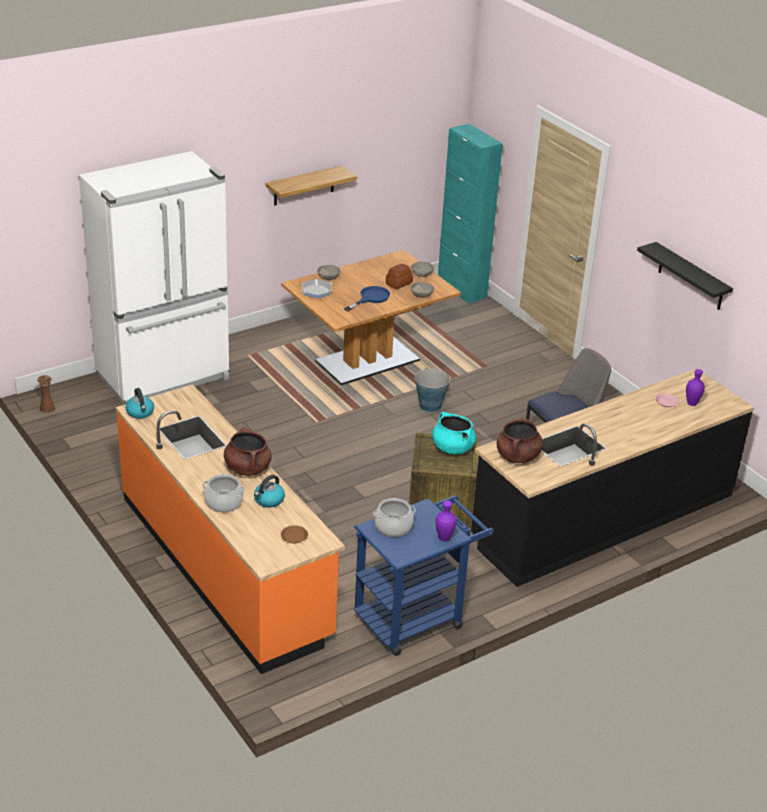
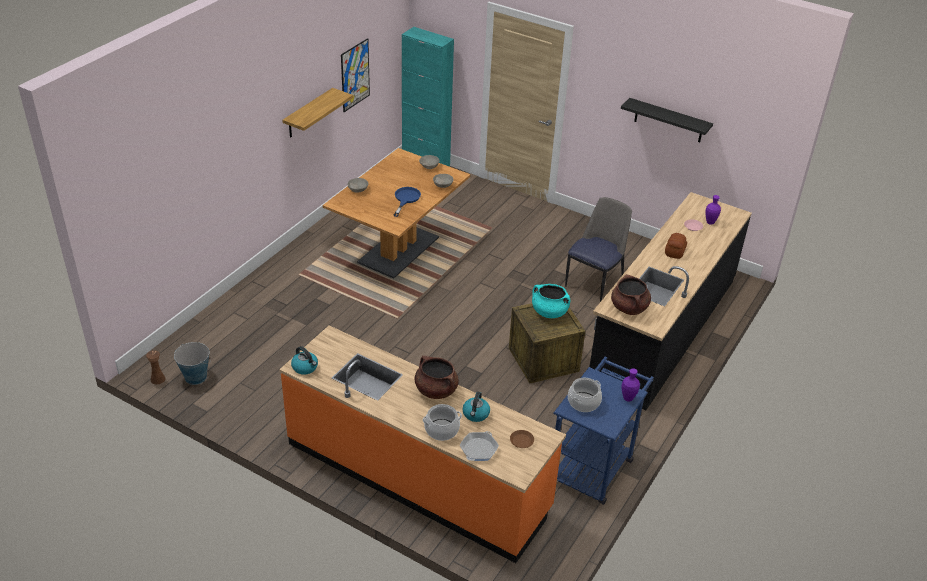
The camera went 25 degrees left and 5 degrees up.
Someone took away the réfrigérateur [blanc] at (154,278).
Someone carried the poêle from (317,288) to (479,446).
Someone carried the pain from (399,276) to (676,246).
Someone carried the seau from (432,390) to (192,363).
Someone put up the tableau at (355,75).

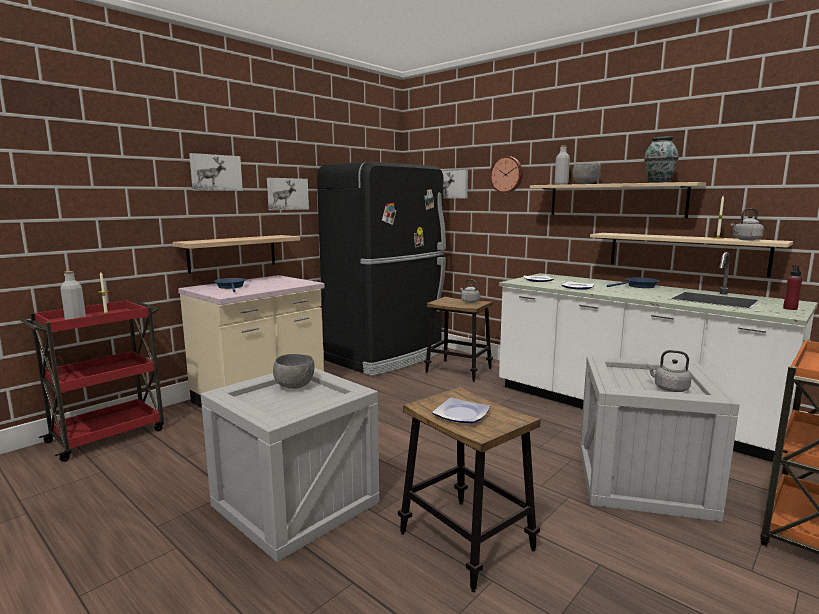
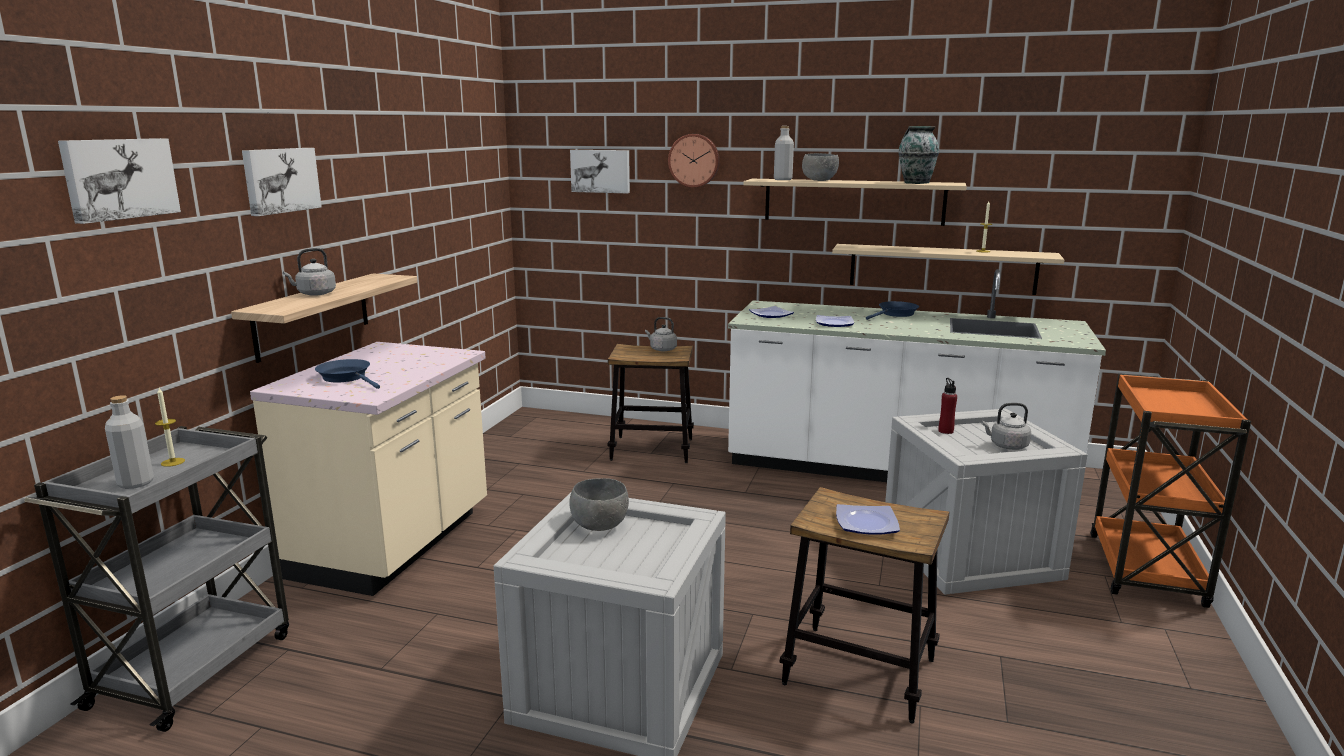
The camera went 25 degrees left and 5 degrees up.
Someone repainted the chariot [rouge] at (92,381), which became the chariot [gris] at (156,579).
Someone carried the tableau from (288,194) to (119,181).
Someone took away the réfrigérateur [noir] at (381,268).
Someone carried the bouilloire [gris] from (747,224) to (309,272).
Someone carried the bouteille [rouge] from (792,287) to (947,406).

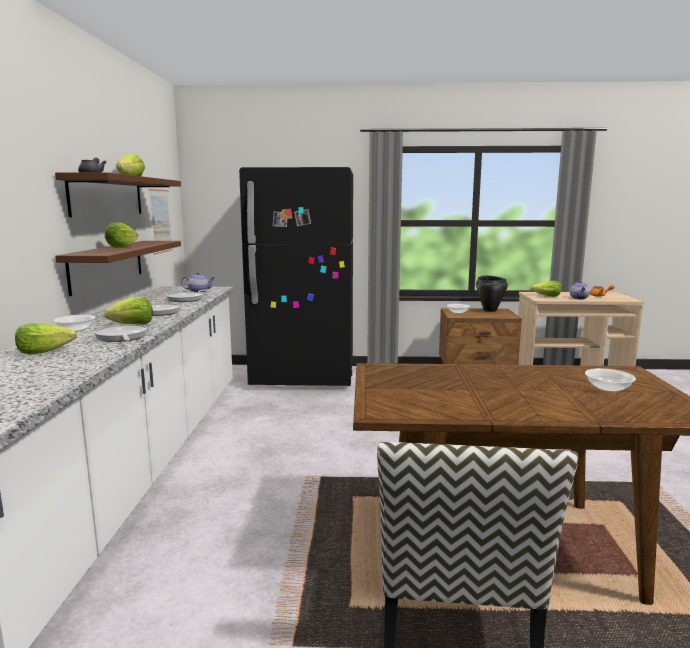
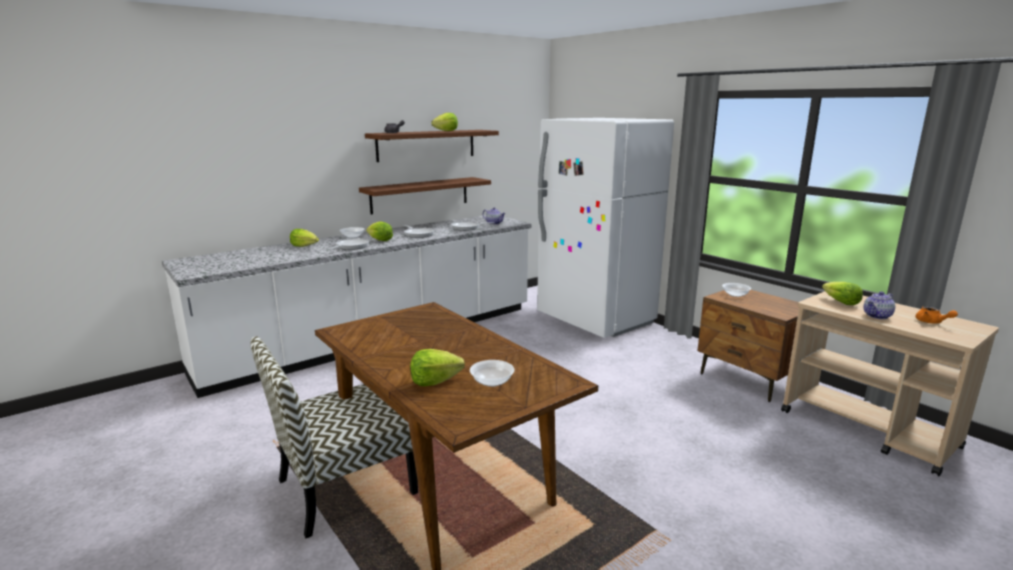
The camera went 50 degrees right and 5 degrees up.
Someone carried the laitue from (121,235) to (437,367).
Someone took away the tableau at (161,222).
Someone repainted the réfrigérateur [noir] at (296,276), which became the réfrigérateur [blanc] at (605,228).
Someone took away the marmite [noir] at (492,293).

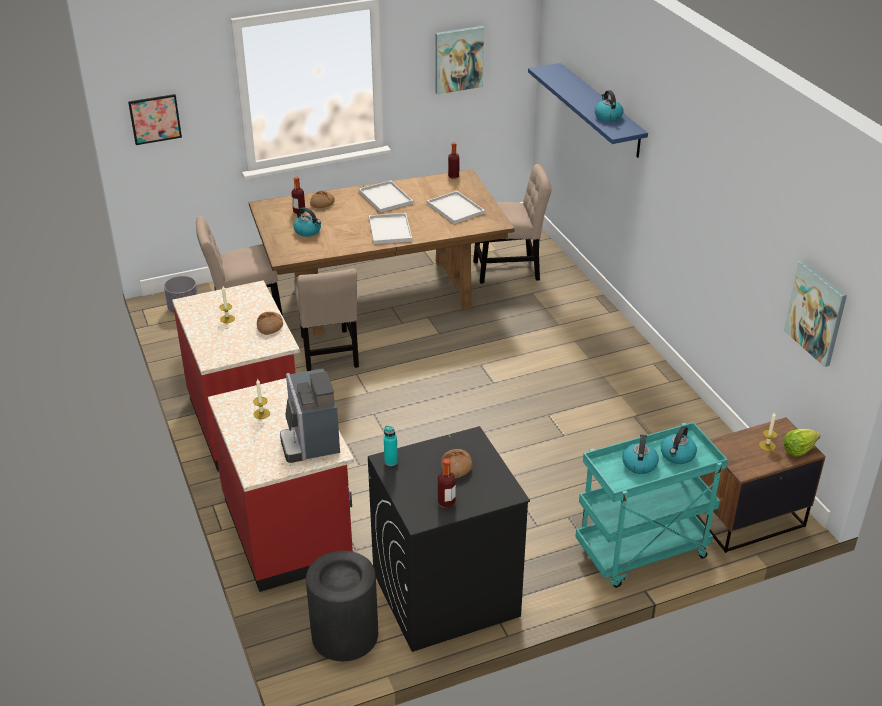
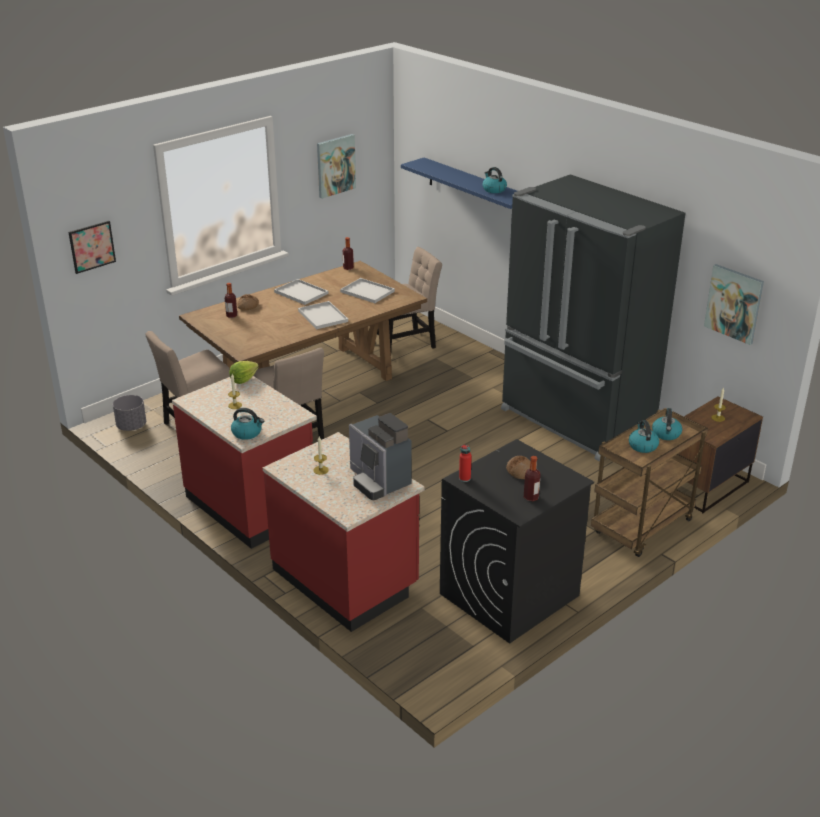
The camera went 20 degrees left and 5 degrees down.
Someone took away the pain at (270,323).
Someone carried the bouilloire from (307,222) to (247,424).
Someone took away the poubelle [noir] at (342,606).
Someone repainted the bouteille [turquoise] at (391,446), which became the bouteille [rouge] at (465,463).
Someone repainted the chariot [turquoise] at (651,505), which became the chariot [marron] at (649,482).
Someone carried the laitue from (802,443) to (244,372).
Someone put down the réfrigérateur [noir] at (593,318).

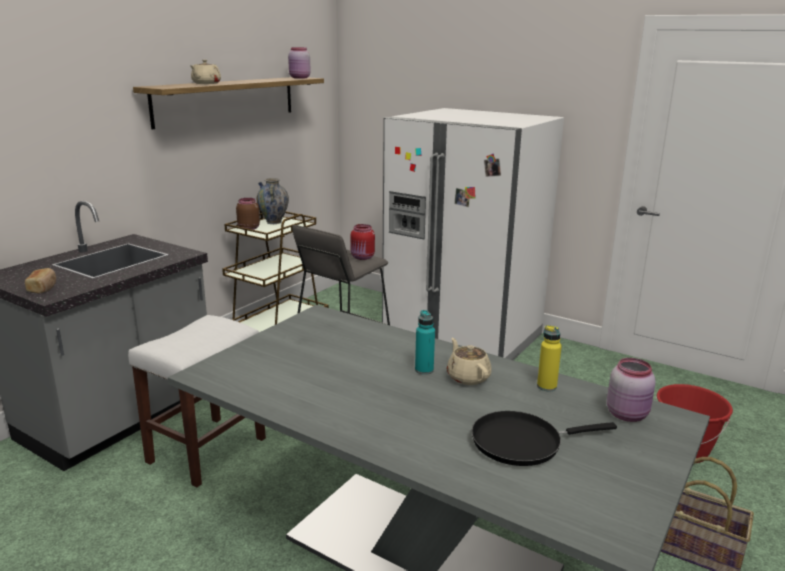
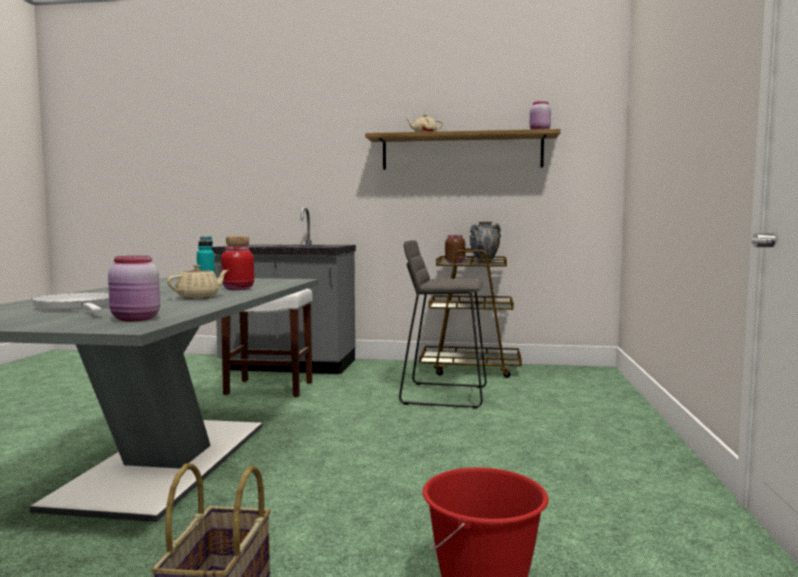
The camera went 65 degrees right and 15 degrees down.
Someone carried the bocal [rouge] from (362,242) to (237,268).
Someone took away the réfrigérateur [blanc] at (473,234).
Someone repainted the poêle [noir] at (544,438), which became the poêle [blanc] at (70,302).
Someone took away the bouteille [jaune] at (549,358).

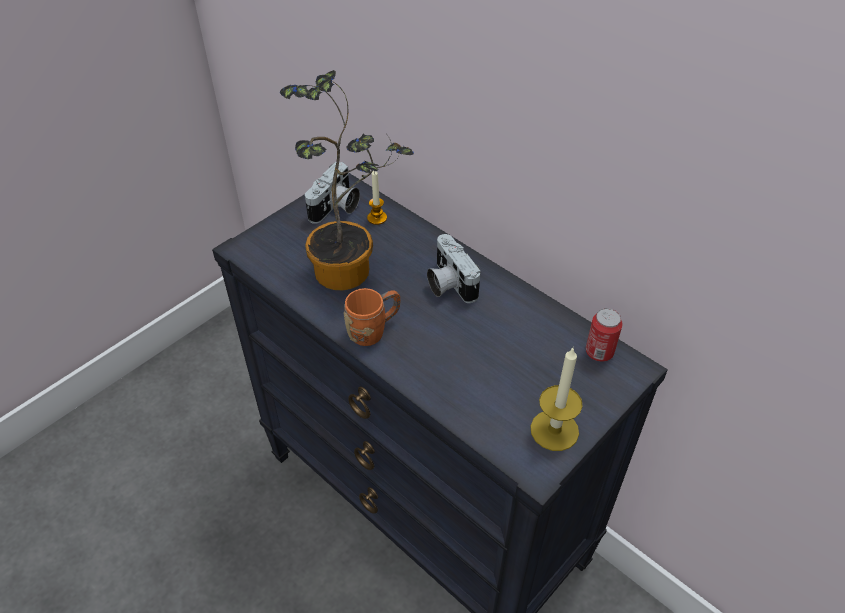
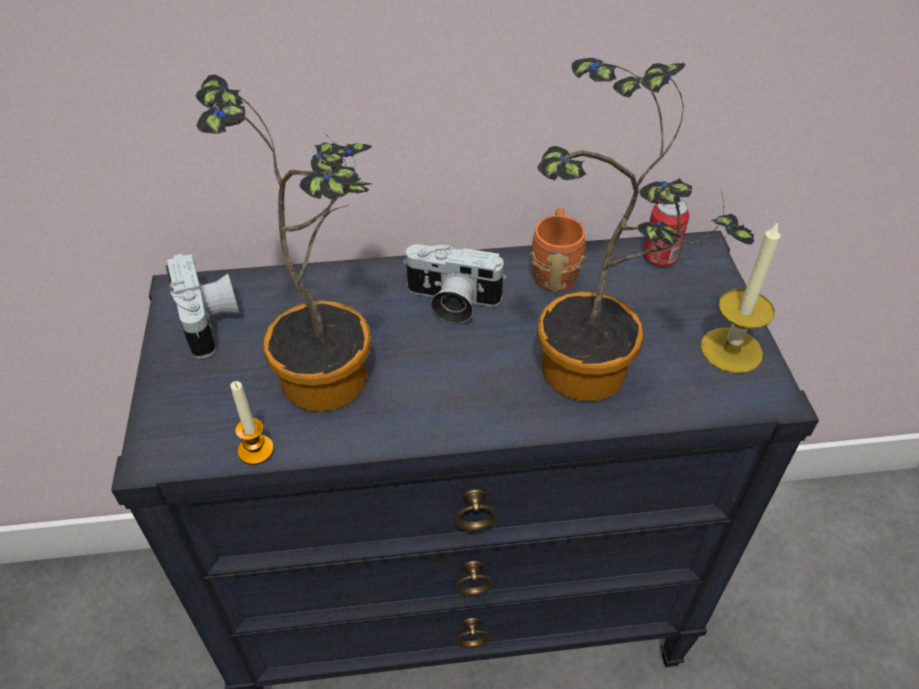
The camera went 50 degrees left and 0 degrees up.
Someone carried the mug [orange] from (372,317) to (557,250).
Someone carried the bougie from (377,198) to (252,423).
Someone put down the plante en pot at (645,229).

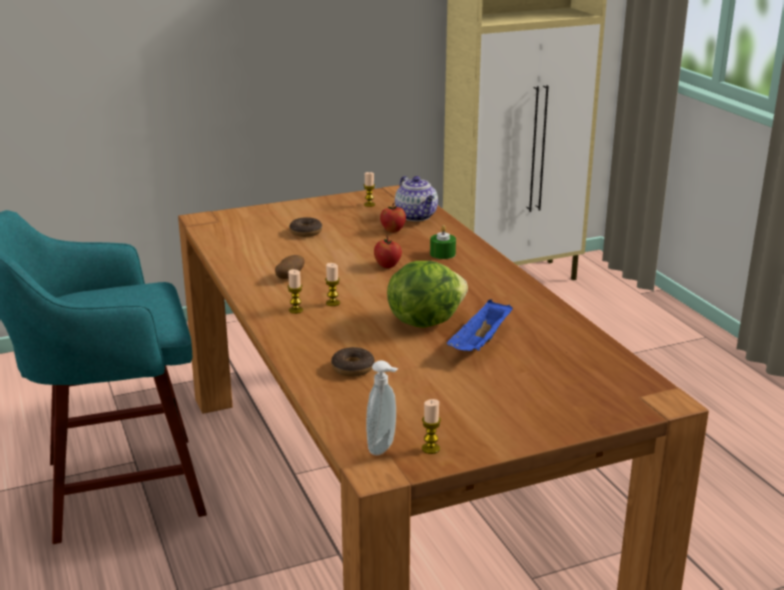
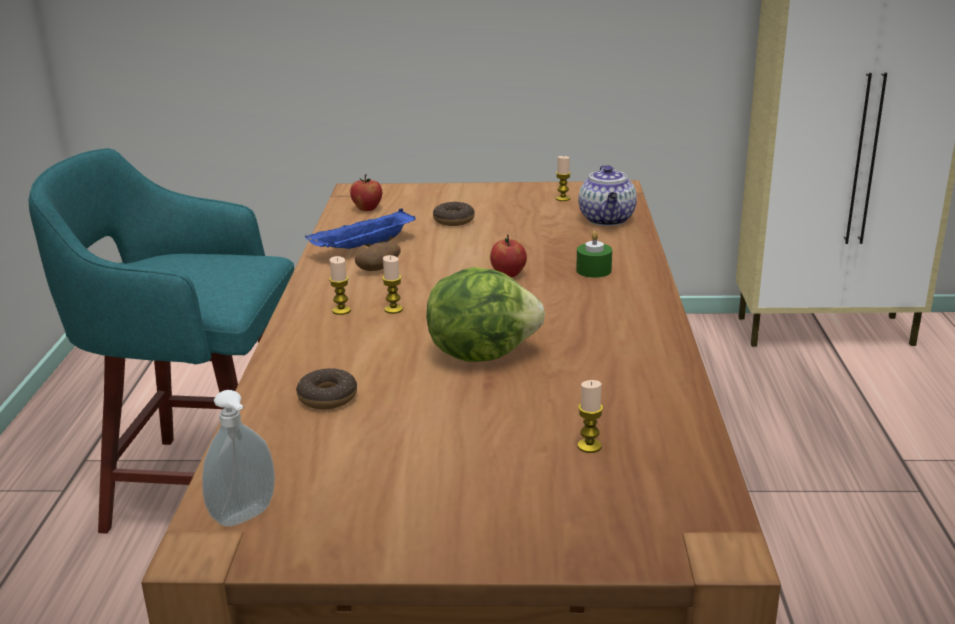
The camera went 25 degrees right and 0 degrees up.
Someone carried the pomme from (393,218) to (366,192).
Someone carried the bougie from (431,426) to (590,416).
Someone carried the plateau [bleu] from (480,325) to (360,228).

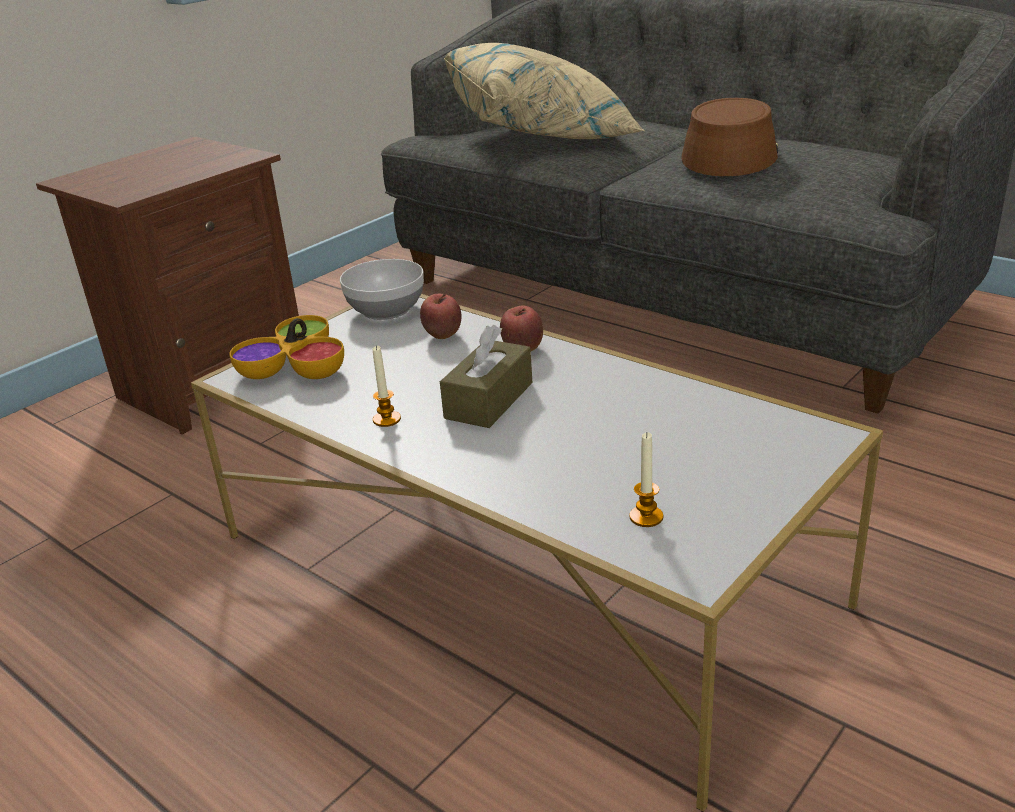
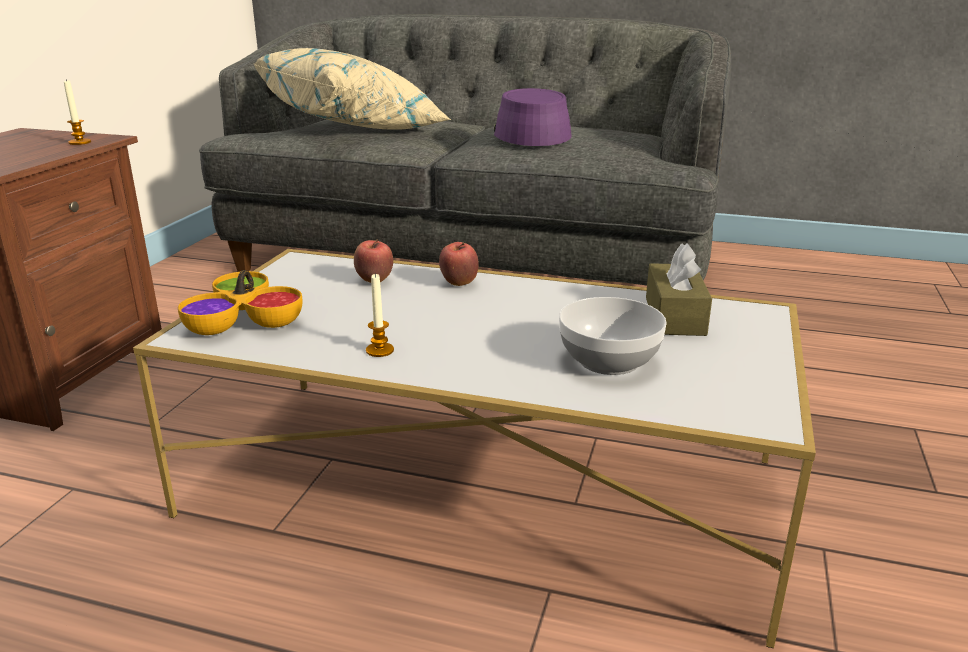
The camera went 25 degrees left and 5 degrees down.
Someone carried the bol from (382,289) to (613,336).
Someone carried the boîte à mouchoirs [marron] from (486,376) to (679,289).
Someone carried the bougie from (646,480) to (77,112).
Someone repainted the chapeau [marron] at (729,137), which became the chapeau [violet] at (533,117).

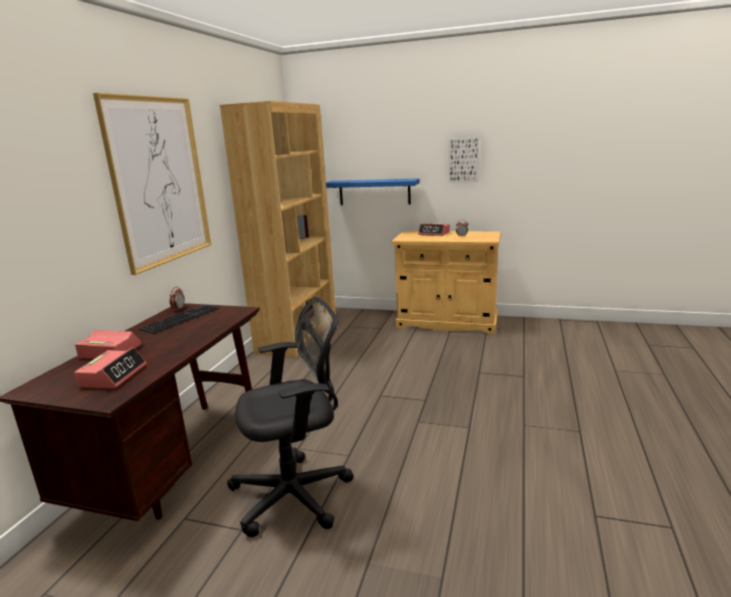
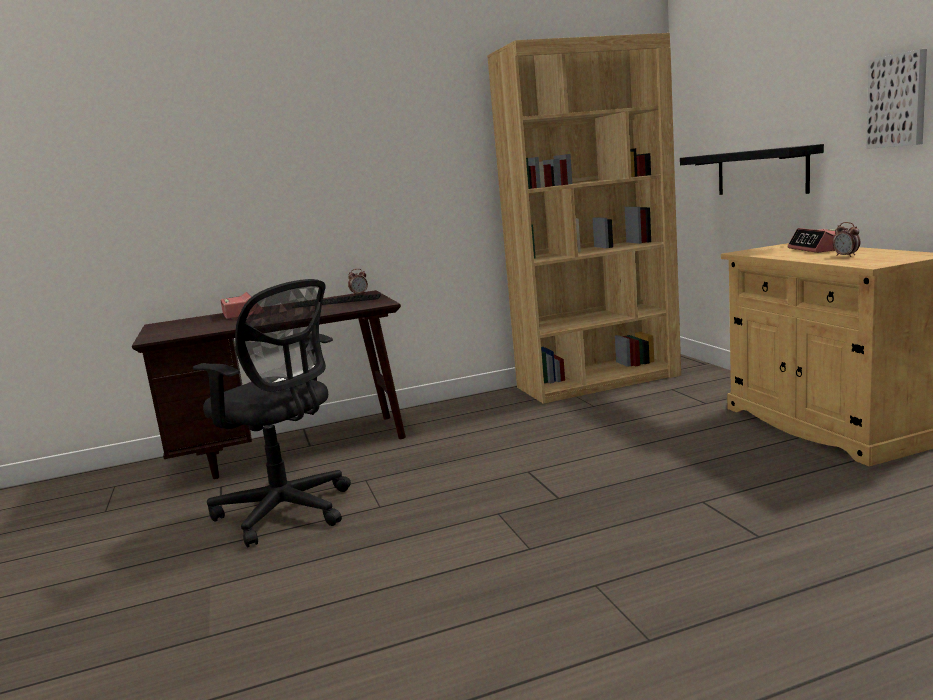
The camera went 55 degrees right and 5 degrees down.
Someone took away the réveil at (110,368).
Someone took away the tableau at (152,184).
Someone repainted the étagère [bleu] at (373,191), which became the étagère [noir] at (752,169).

